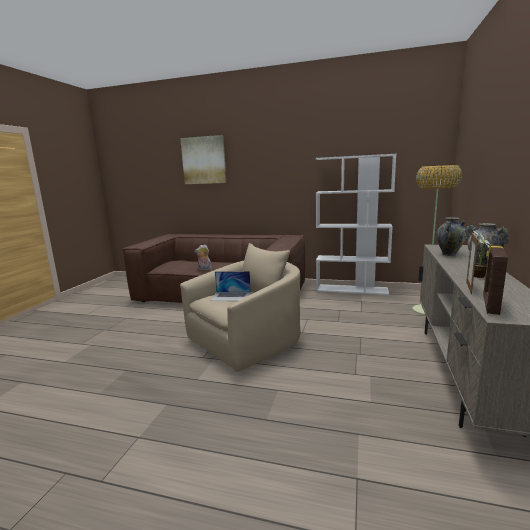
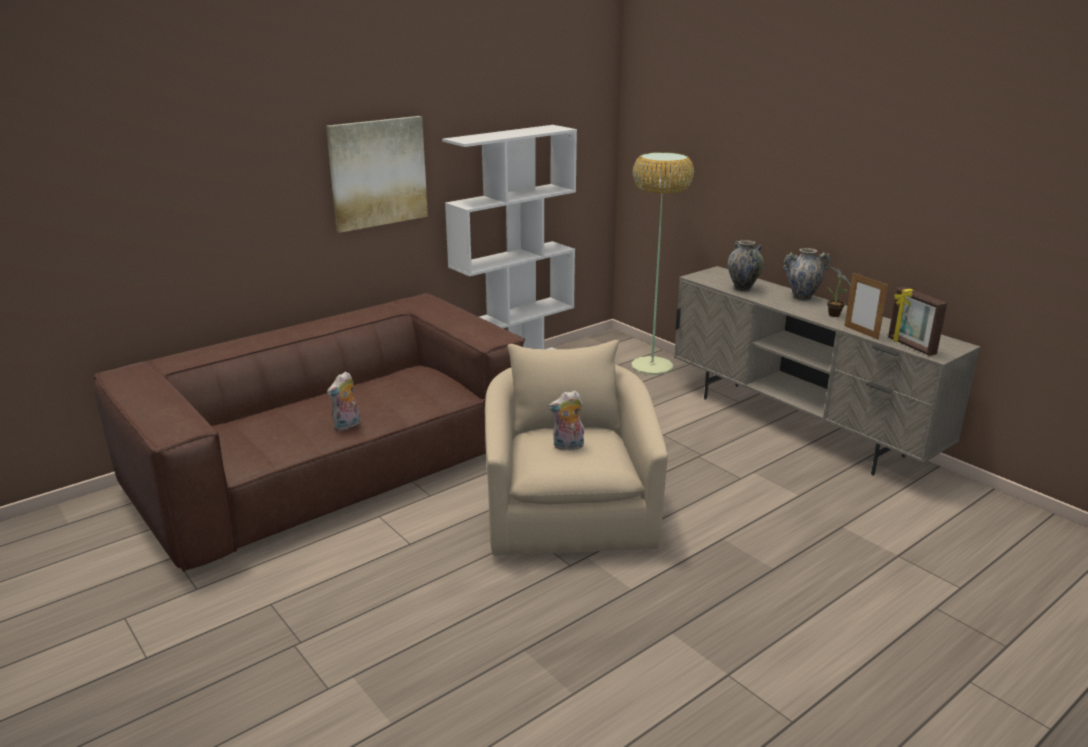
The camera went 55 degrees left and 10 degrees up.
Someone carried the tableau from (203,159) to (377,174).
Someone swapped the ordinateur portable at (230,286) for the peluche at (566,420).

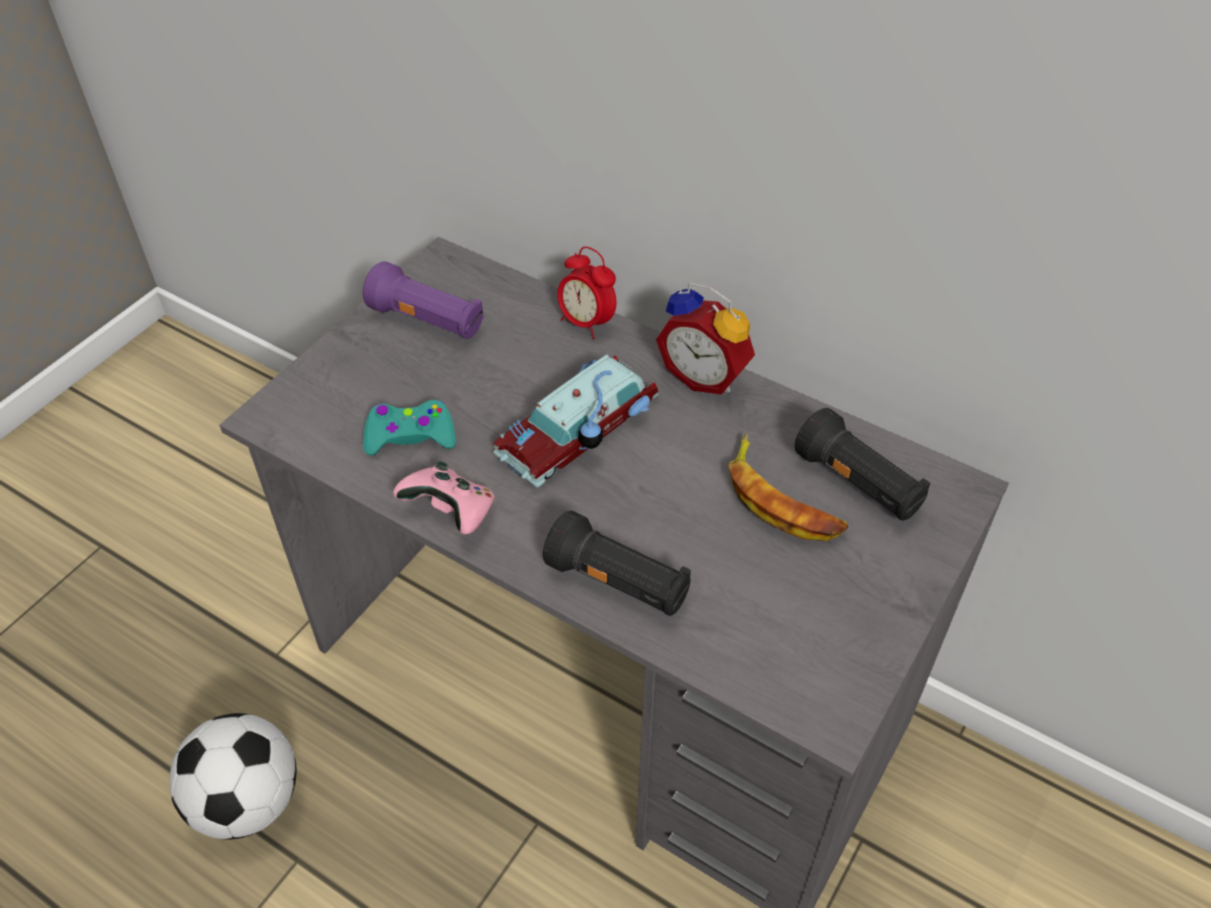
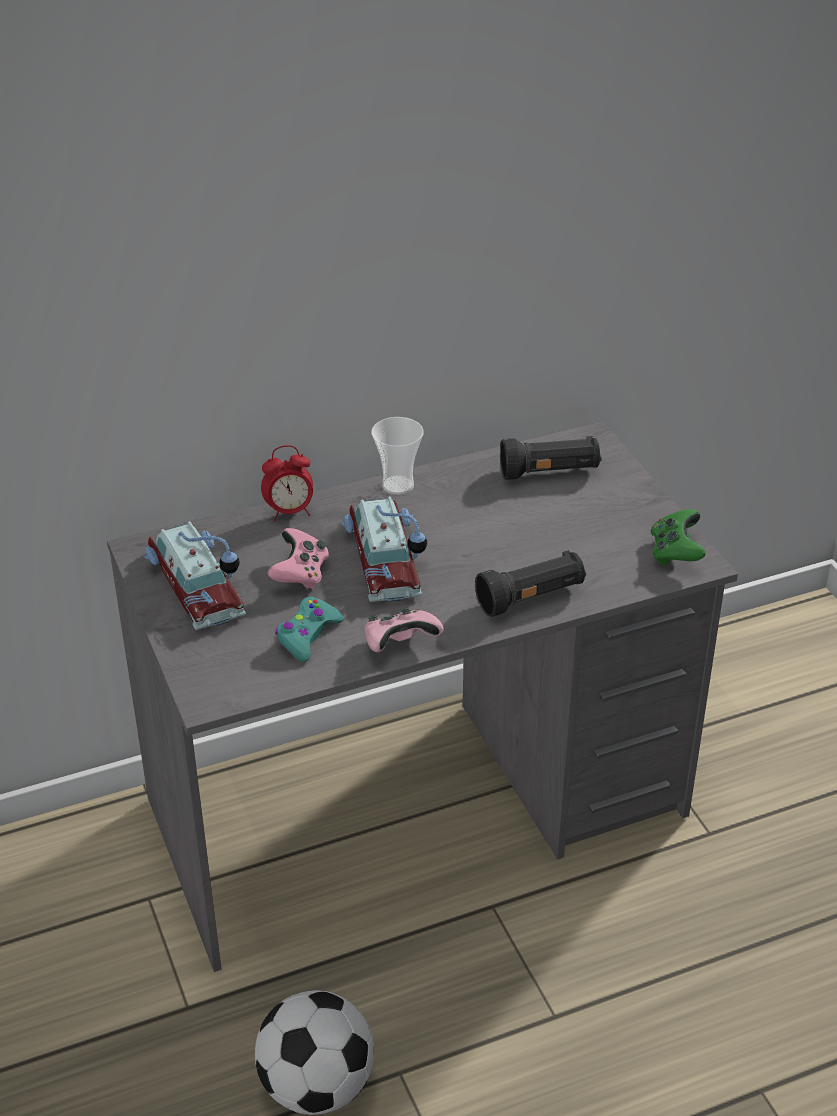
The camera went 55 degrees left and 10 degrees down.
Someone swapped the lampe de poche [violet] at (423,300) for the petite voiture at (195,575).
Someone swapped the réveil at (705,339) for the tasse at (397,456).
Someone took away the banane at (788,487).
Someone put down the manette [rose] at (298,558).
Someone put down the manette [vert] at (678,537).

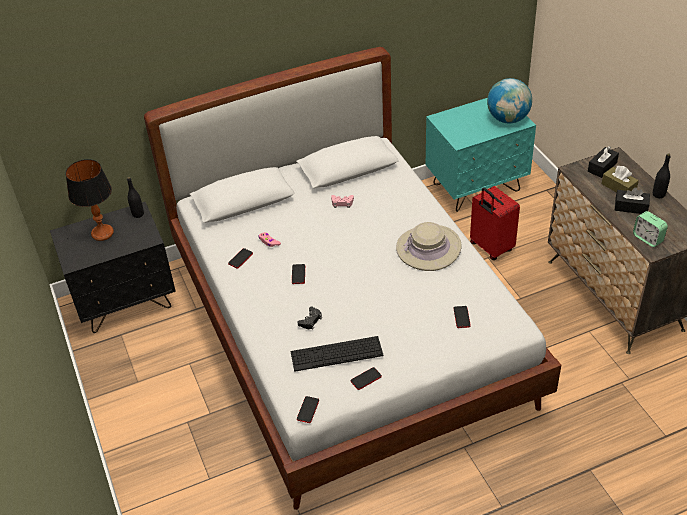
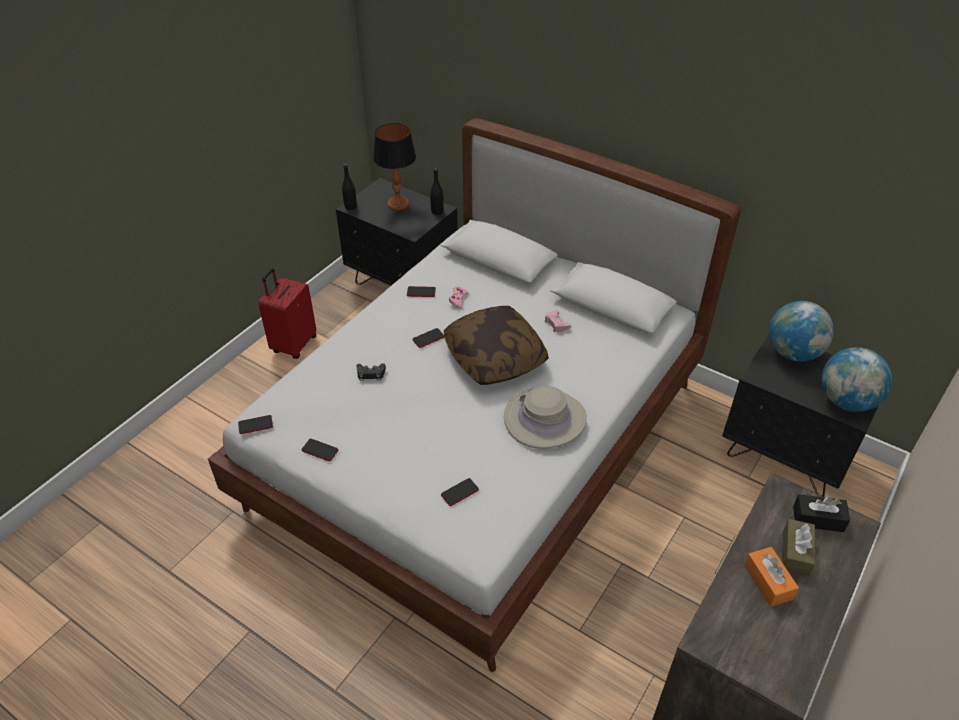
The camera went 55 degrees right and 0 degrees up.
Someone took away the clavier at (337,353).
Someone repainted the table de chevet [turquoise] at (481,155), which became the table de chevet [noir] at (800,415).
Someone carried the valise [rouge] from (495,223) to (287,313).
Someone repainted the boîte à mouchoirs [noir] at (632,200), which became the boîte à mouchoirs [orange] at (771,577).
Someone took away the réveil at (650,229).
Someone carried the bouteille [noir] from (662,175) to (349,187).
Someone put down the coussin at (496,345).
Someone put down the globe at (801,331).

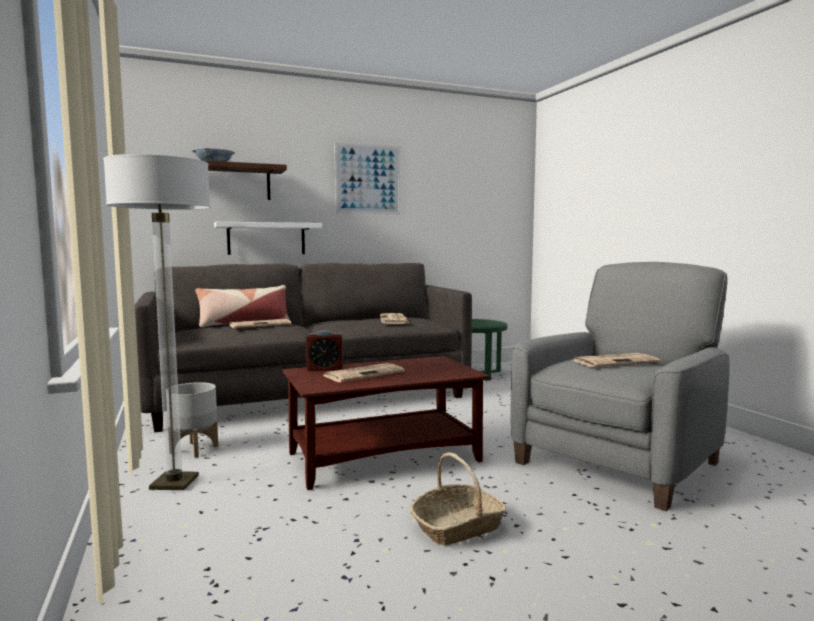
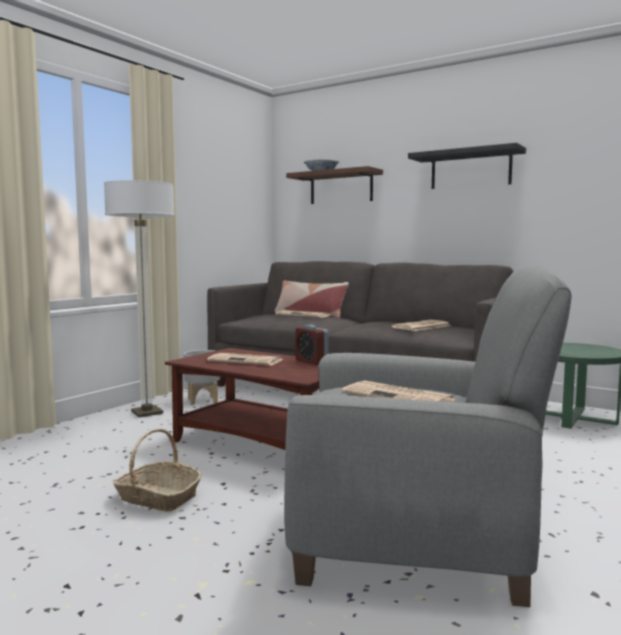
The camera went 55 degrees right and 0 degrees up.
Someone took away the étagère [blanc] at (268,238).
Someone carried the réveil from (324,350) to (312,344).
Someone swapped the tableau at (367,178) for the étagère [noir] at (467,166).

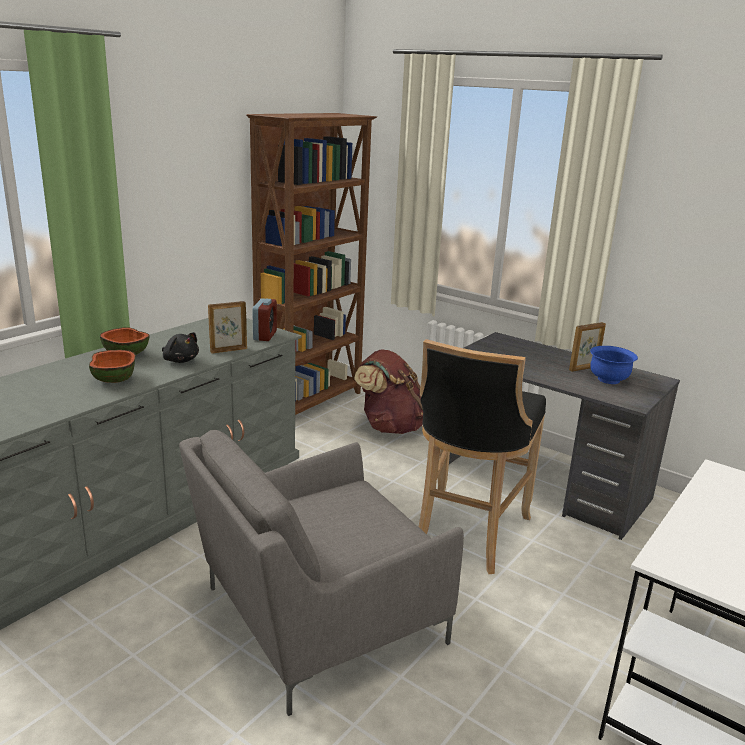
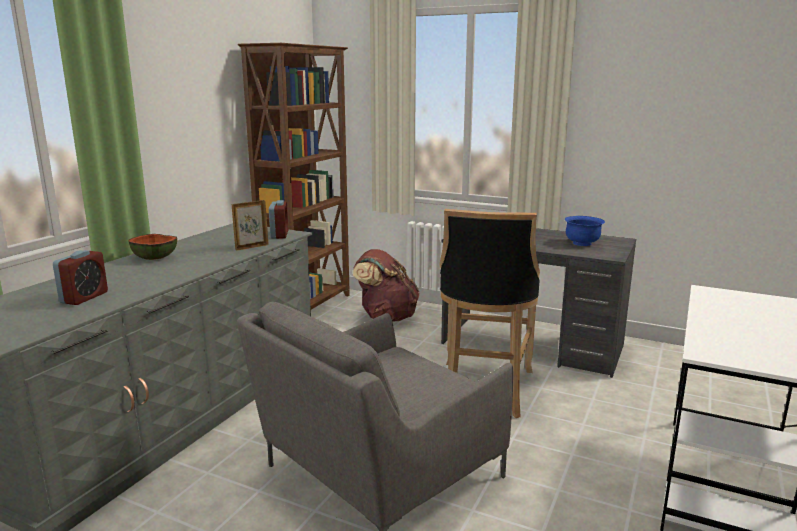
The camera went 10 degrees left and 5 degrees down.
Someone took away the bol at (112,366).
Someone took away the peluche [noir] at (180,347).
Someone took away the cadre photo at (587,347).
Someone put down the réveil at (80,277).

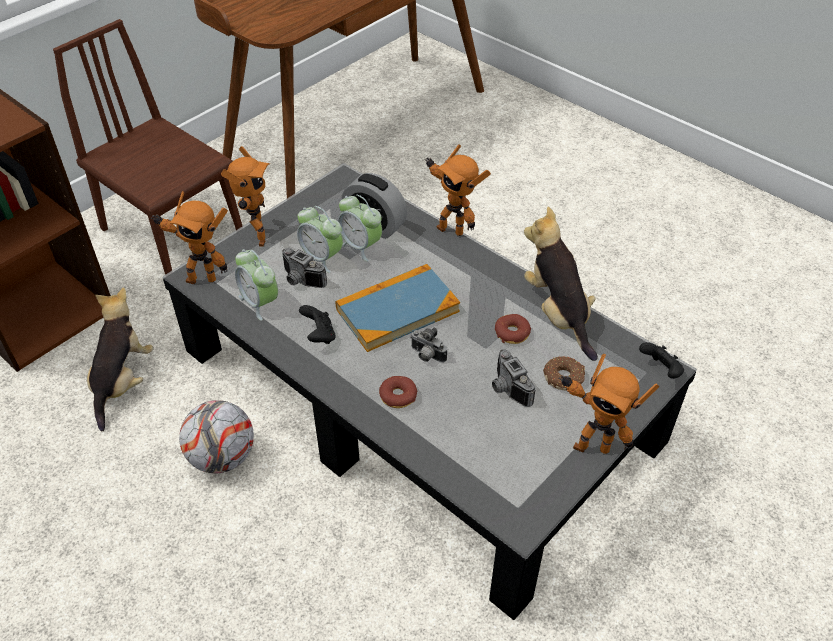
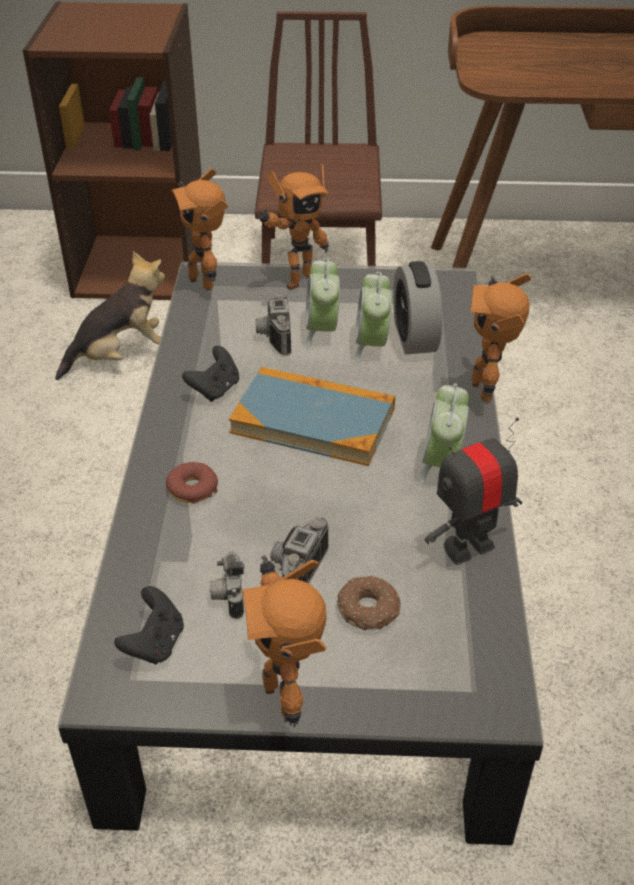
The camera went 50 degrees right and 5 degrees down.
Someone took away the ballon de foot at (216,436).
Someone carried the réveil from (256,285) to (444,433).
Someone carried the appareil photo from (428,345) to (227,585).
Someone took away the beignet at (513,329).
Someone swapped the peluche at (561,284) for the robot jouet at (473,491).
Someone carried the manette [noir] from (661,360) to (149,625).

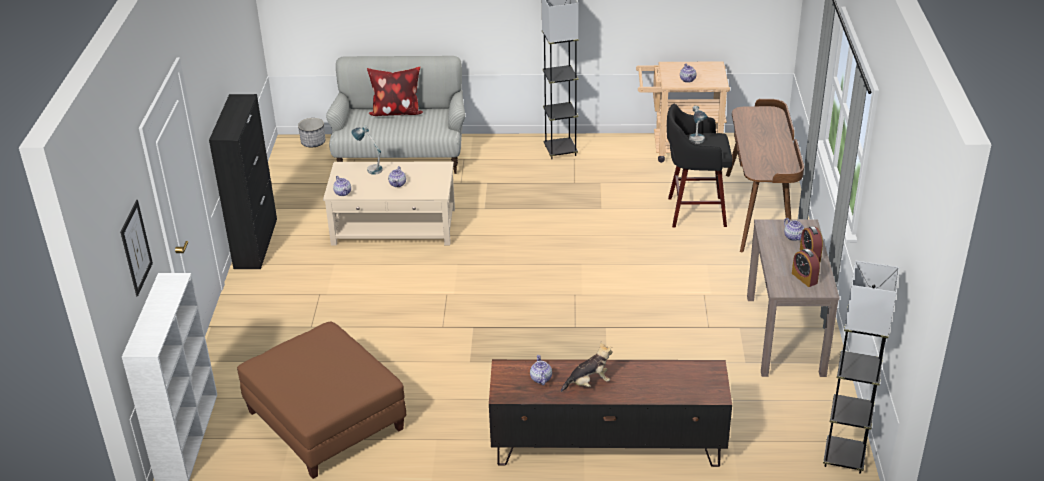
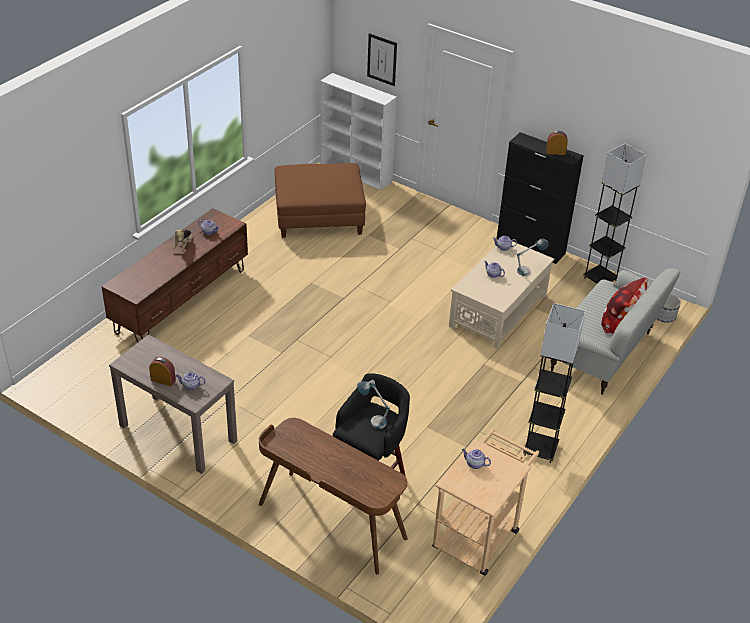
The camera went 120 degrees right and 5 degrees up.
Someone carried the réveil from (806,268) to (557,143).
Someone carried the lampadaire [gris] from (861,367) to (615,213).

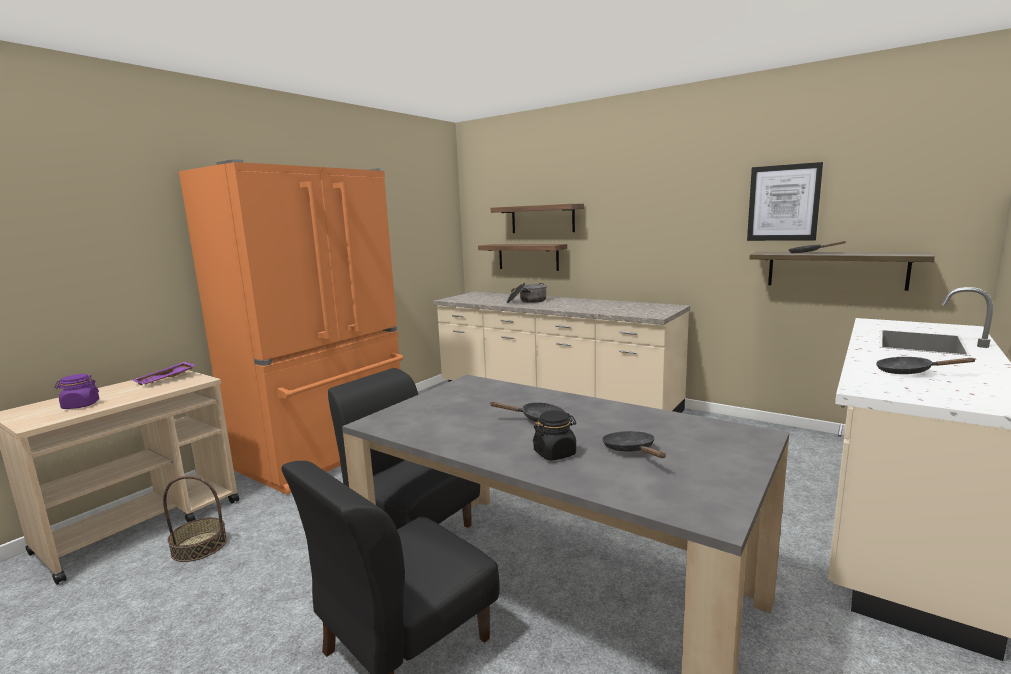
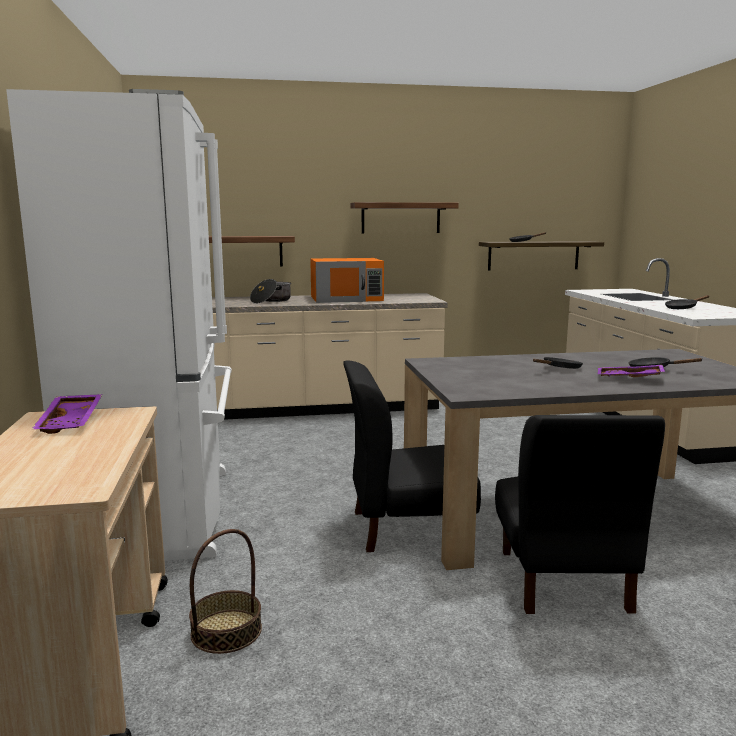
The camera went 45 degrees left and 0 degrees up.
Someone took away the bocal [violet] at (76,391).
Someone repainted the réfrigérateur [orange] at (291,327), which became the réfrigérateur [blanc] at (119,325).
Someone carried the étagère from (537,218) to (405,217).
Someone swapped the bocal [noir] at (554,435) for the plateau [violet] at (631,371).
Someone took away the tableau at (785,201).
Someone put down the micro-ondes [orange] at (347,280).

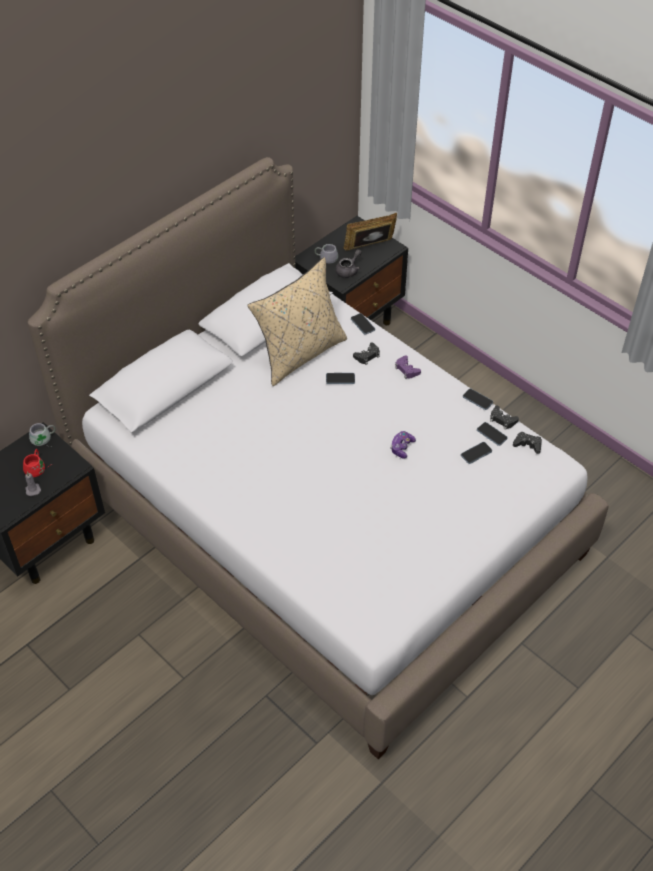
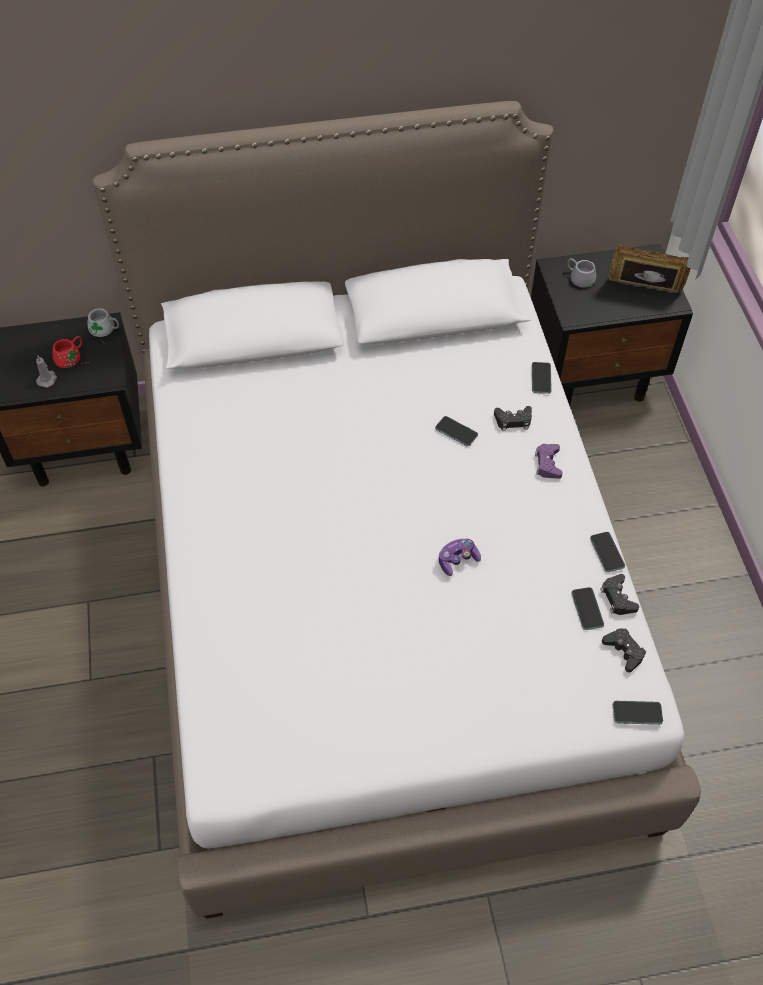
The camera went 35 degrees right and 5 degrees up.
Someone took away the coussin [beige] at (297,321).
Someone took away the théière [gris] at (348,263).
Someone carried the téléphone from (476,453) to (638,713).

